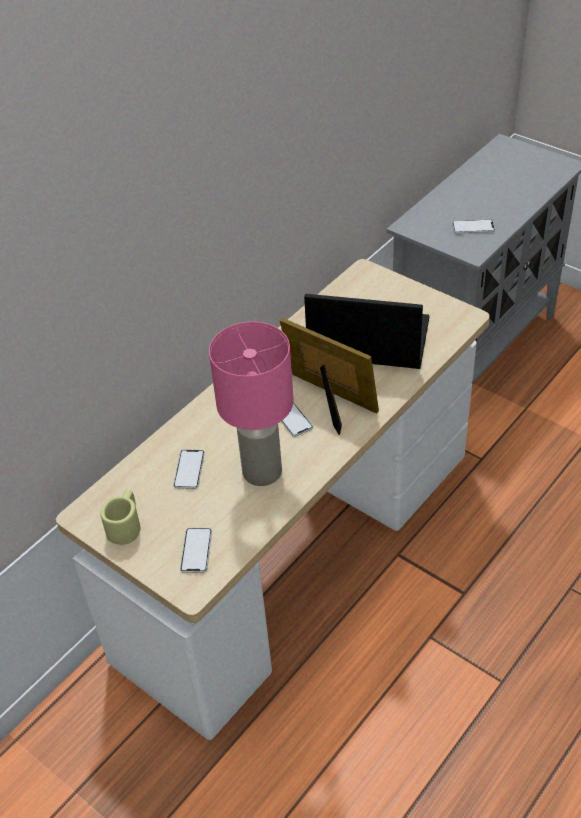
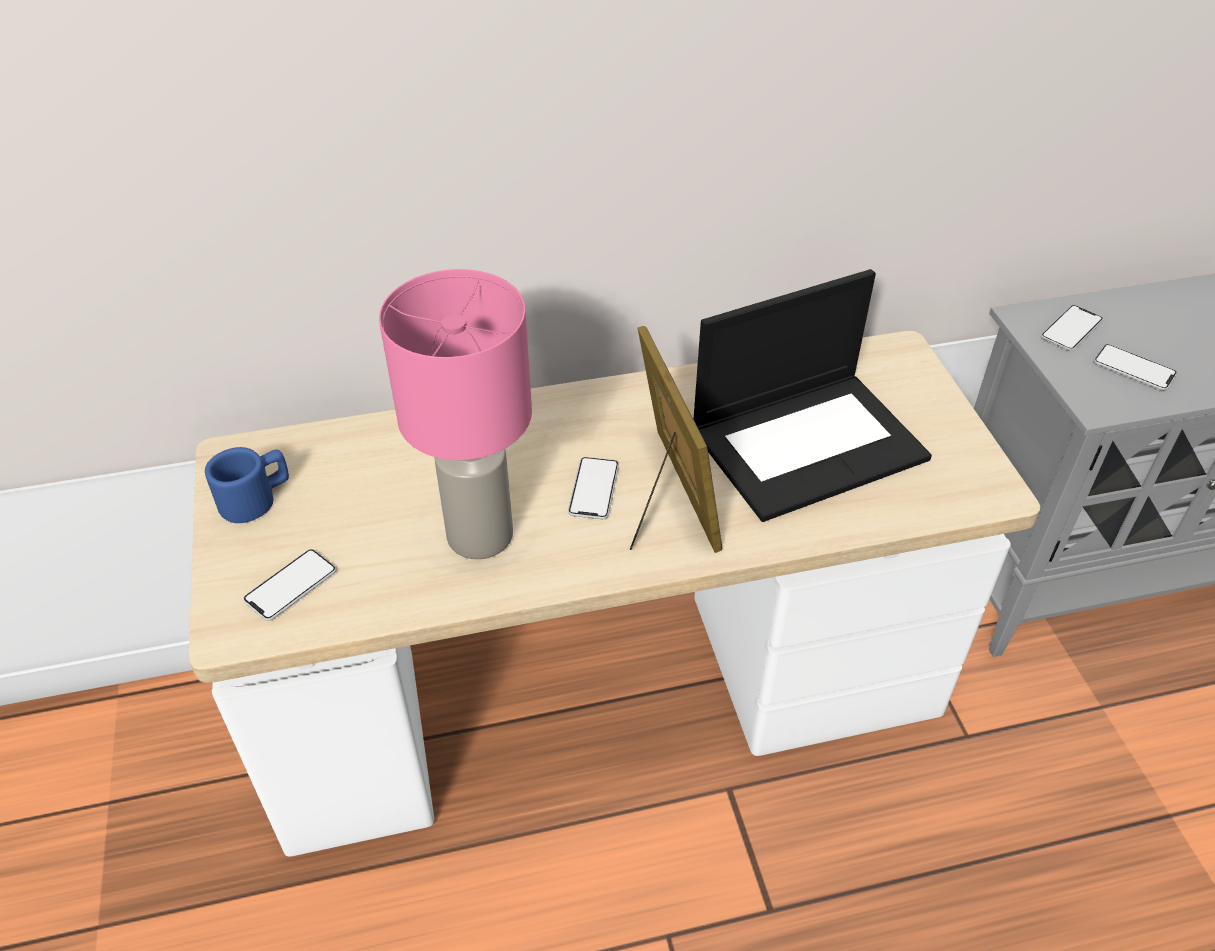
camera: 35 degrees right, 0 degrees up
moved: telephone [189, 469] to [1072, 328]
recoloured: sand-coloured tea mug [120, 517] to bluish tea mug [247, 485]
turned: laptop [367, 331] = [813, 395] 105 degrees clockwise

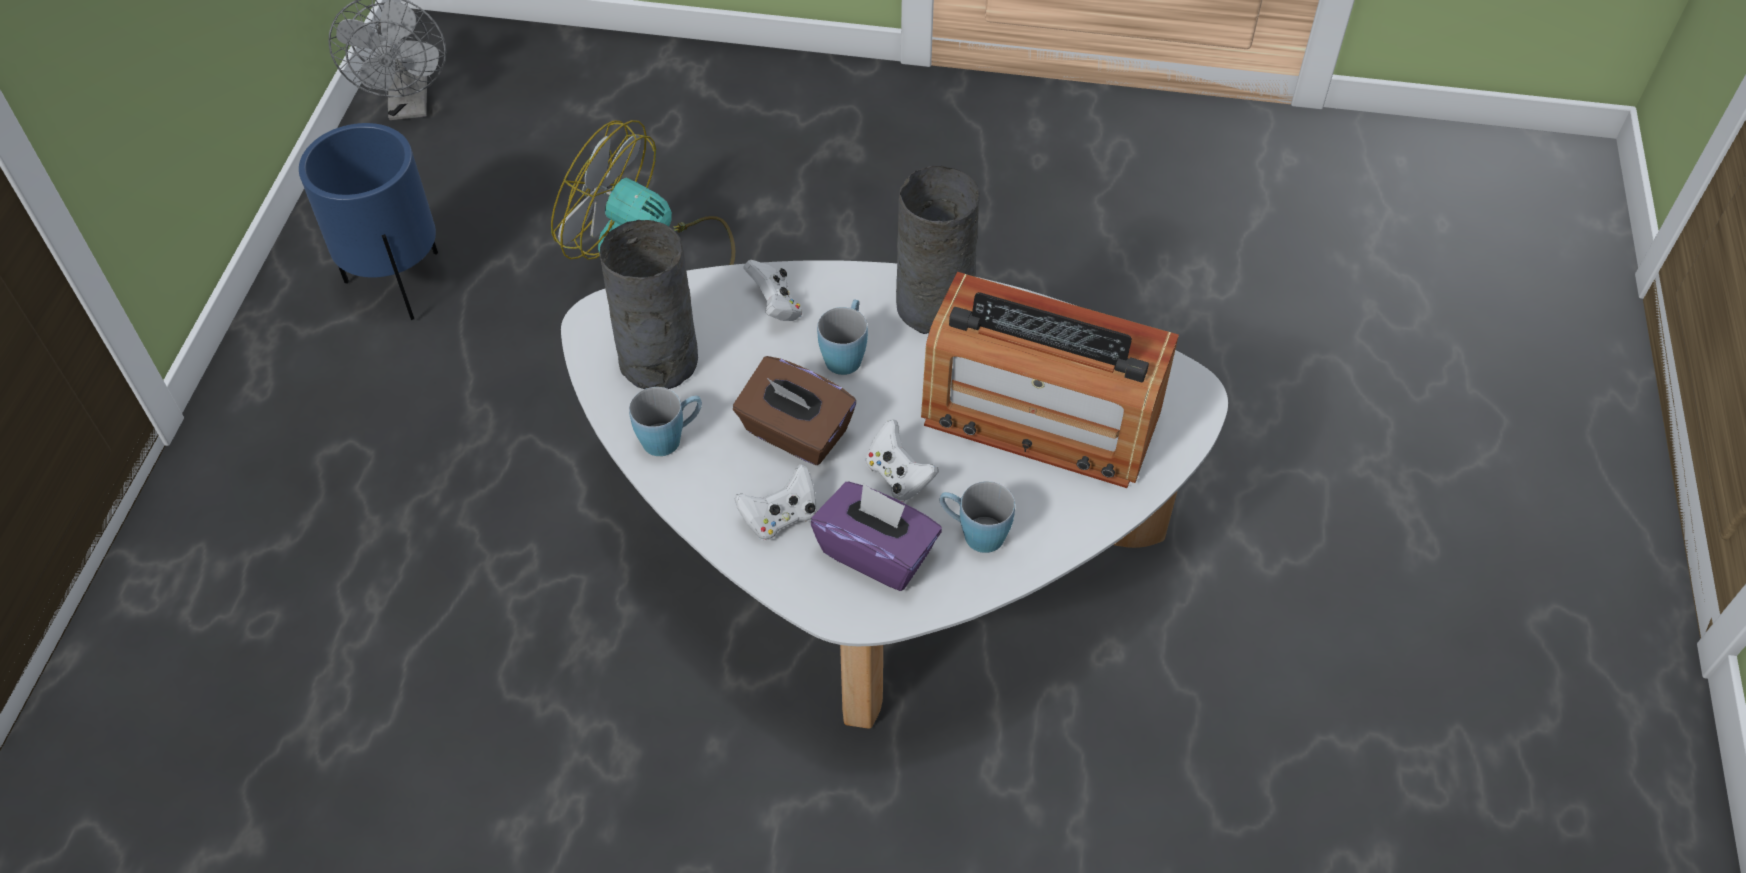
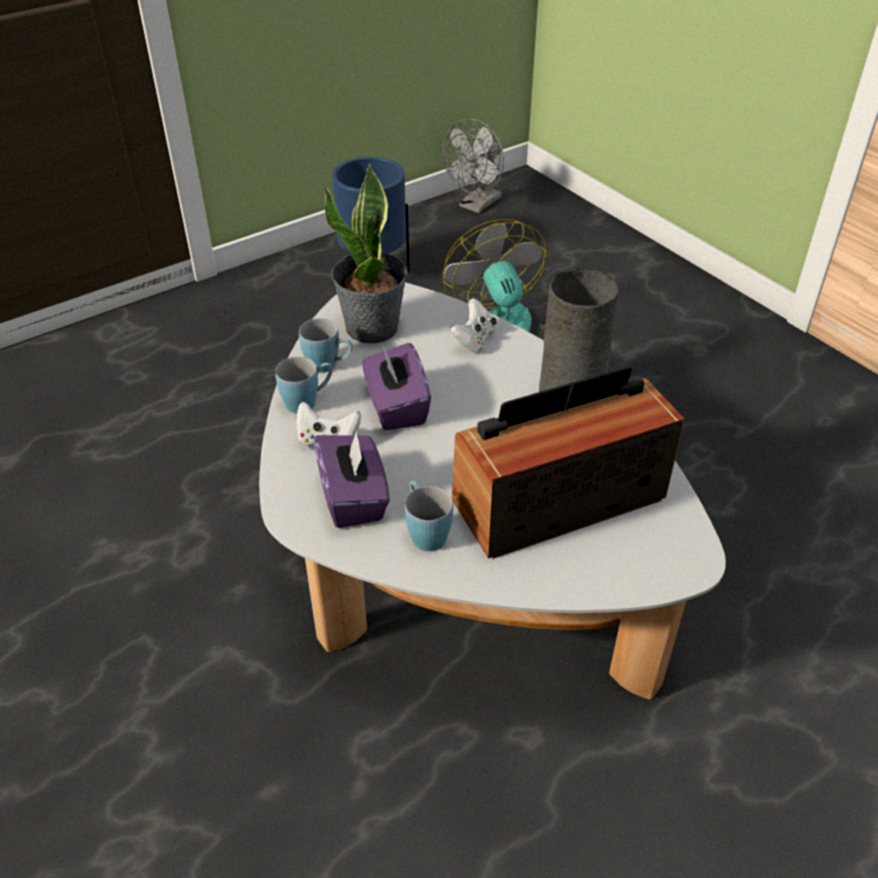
camera: 45 degrees right, 10 degrees down
removed: whitish game controller [902, 460]
moved: bluish tea mug [842, 337] to [304, 385]
replaced: grey vase [648, 304] to plant in a pot [366, 253]
recoloured: brownish tissue holder [794, 410] to purple tissue holder [396, 387]
turned: radio receiver [1050, 380] = [568, 462] 90 degrees clockwise

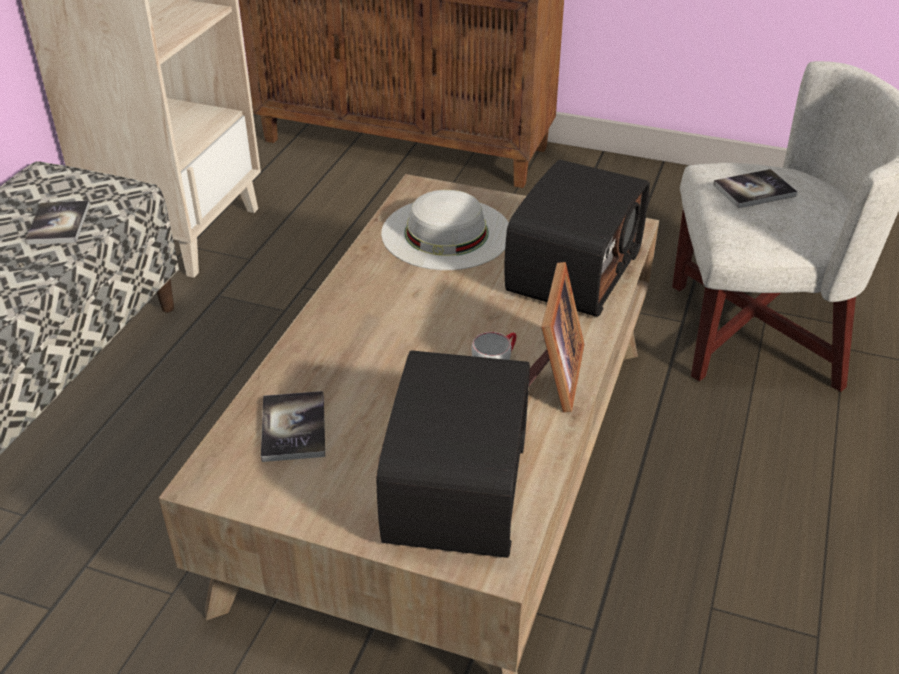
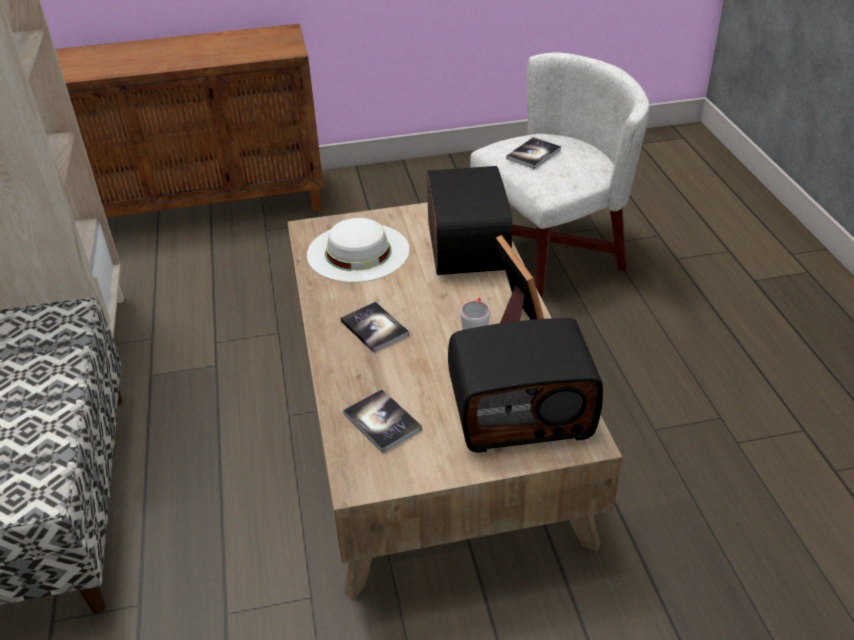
camera: 30 degrees left, 0 degrees up
moved: book [57, 223] to [374, 327]
turned: radio receiver [453, 454] = [525, 385] 105 degrees clockwise

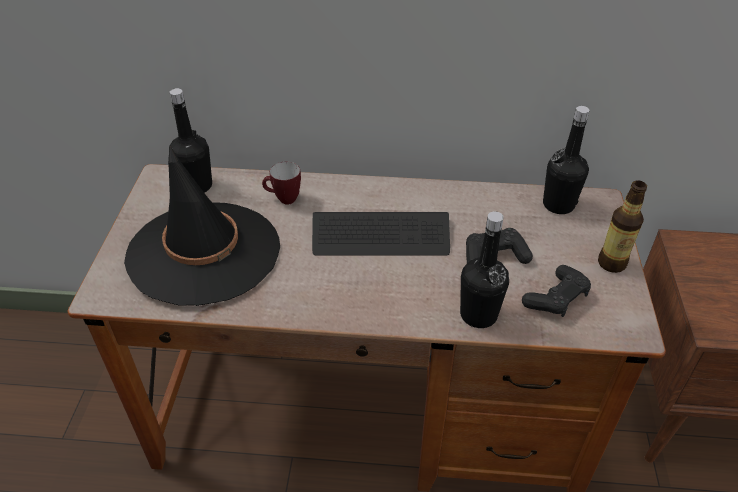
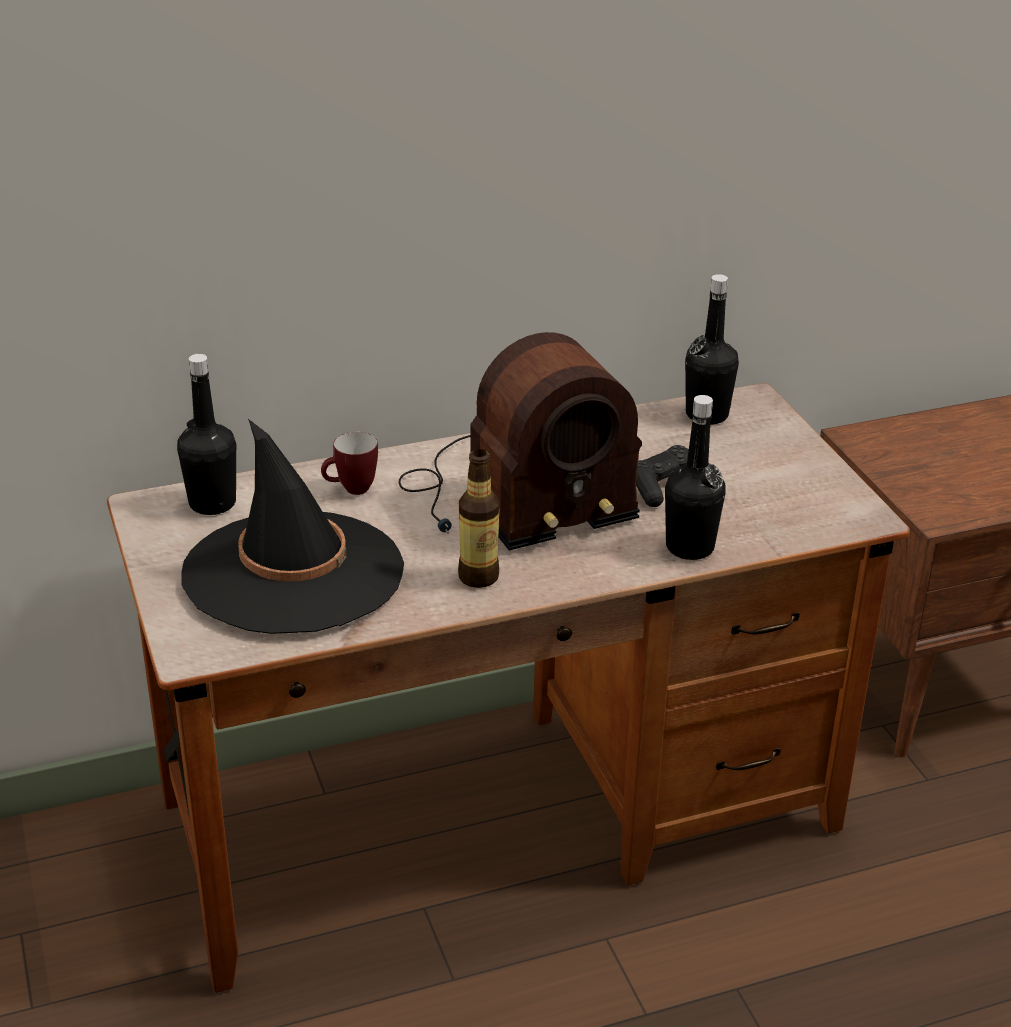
camera: 25 degrees left, 10 degrees down
removed: black game controller [556, 291]
moved: bottle [622, 227] to [479, 518]
replaced: PC keyboard [381, 233] to radio receiver [520, 441]

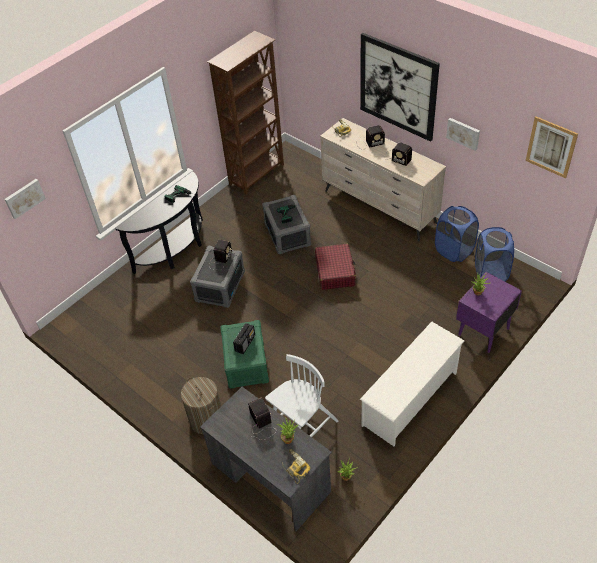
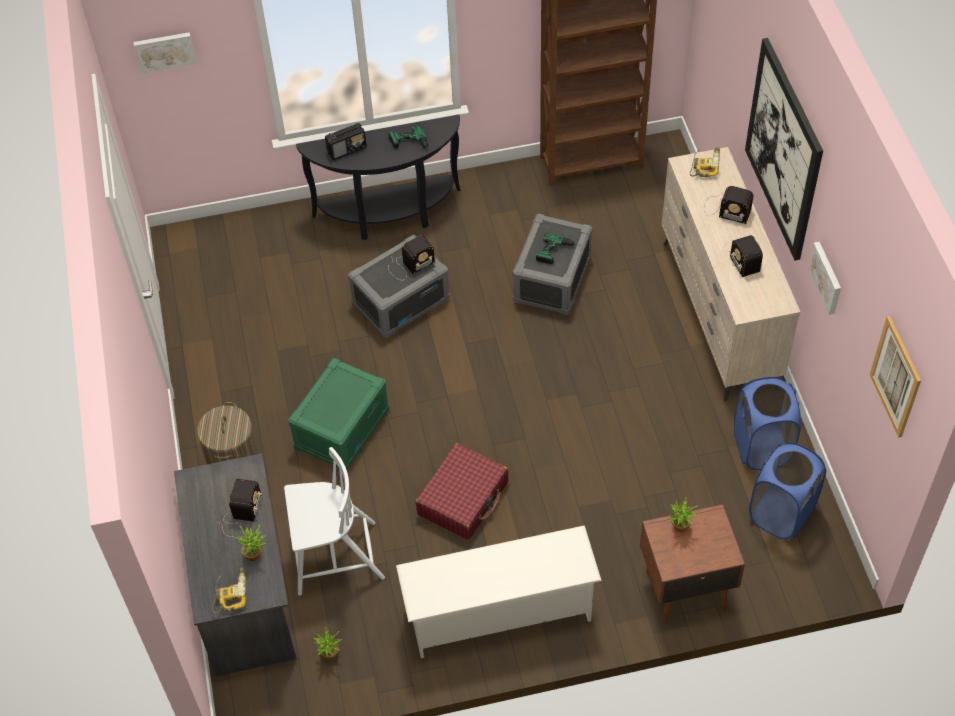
camera: 35 degrees right, 5 degrees up
moved: radio receiver [244, 338] to [346, 141]; reddish suitcase [335, 267] to [462, 491]
recoloured: purple night table [489, 312] to brownish night table [692, 564]

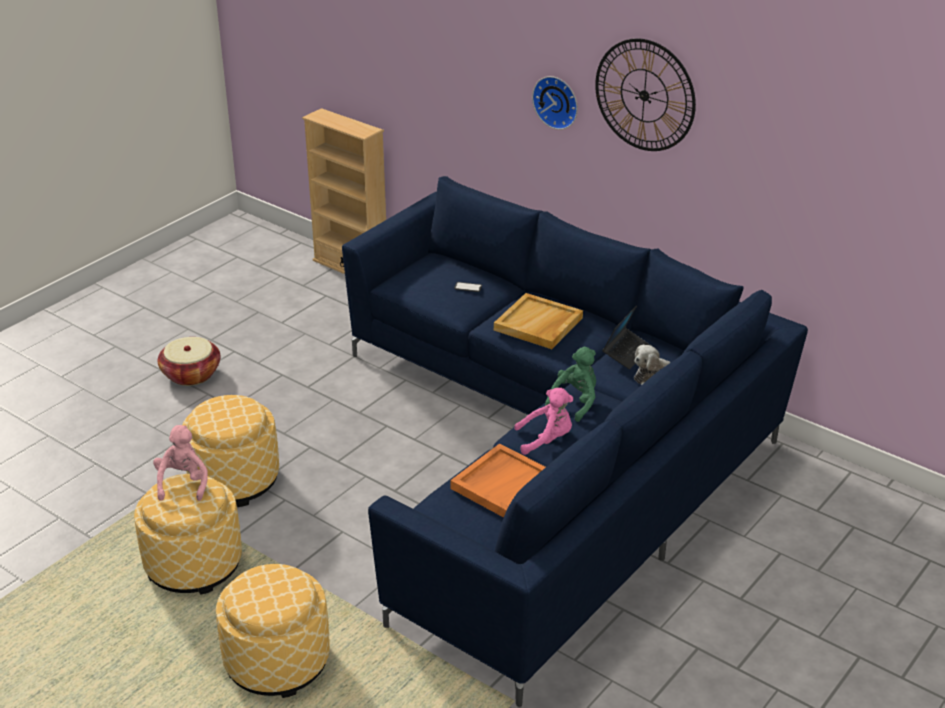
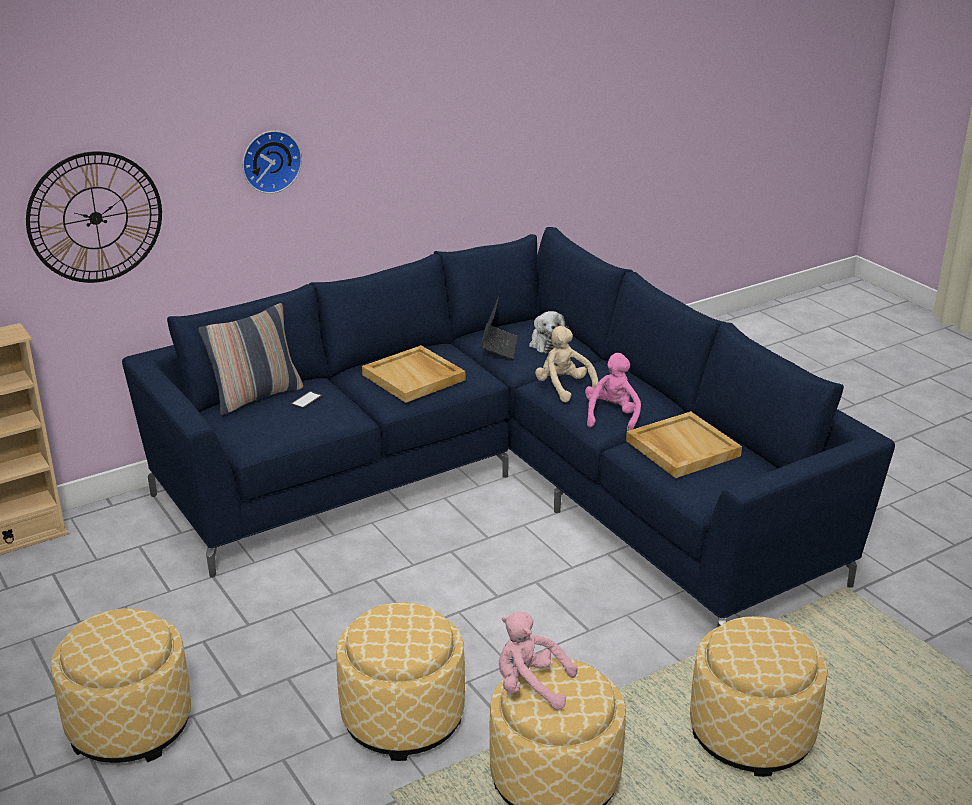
camera: 70 degrees left, 5 degrees down
added: cushion [250, 359]
moved: hanging clock [645, 94] to [94, 217]
replaced: household basket [189, 361] to pouffe [121, 685]
recoloured: orange tray [498, 481] to sand-coloured tray [684, 444]; green cuddly toy [570, 384] to sand-coloured cuddly toy [567, 364]
turned: laptop [626, 338] = [499, 328] 45 degrees clockwise

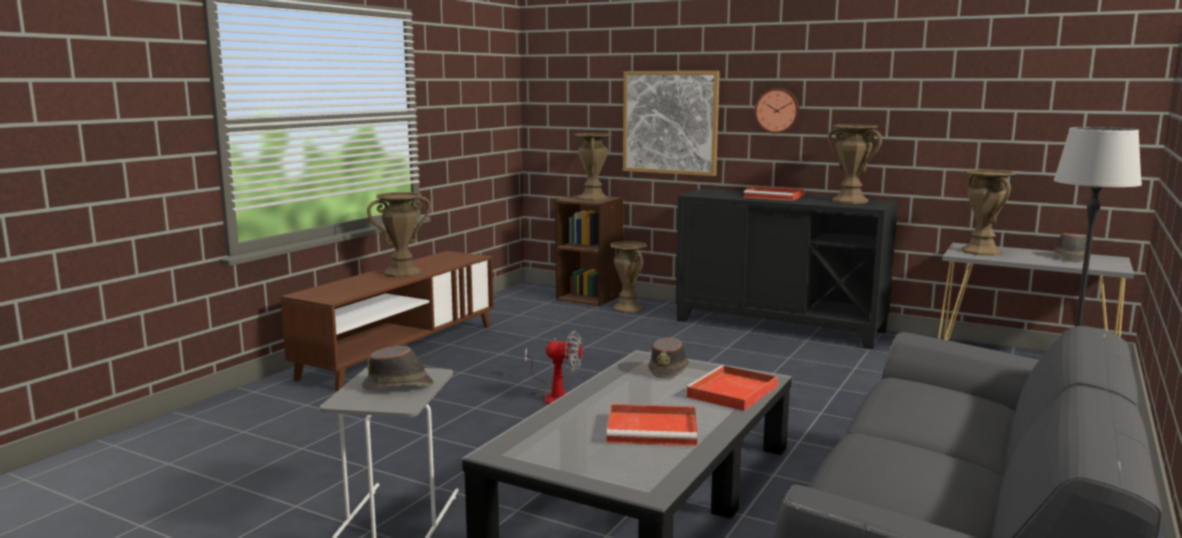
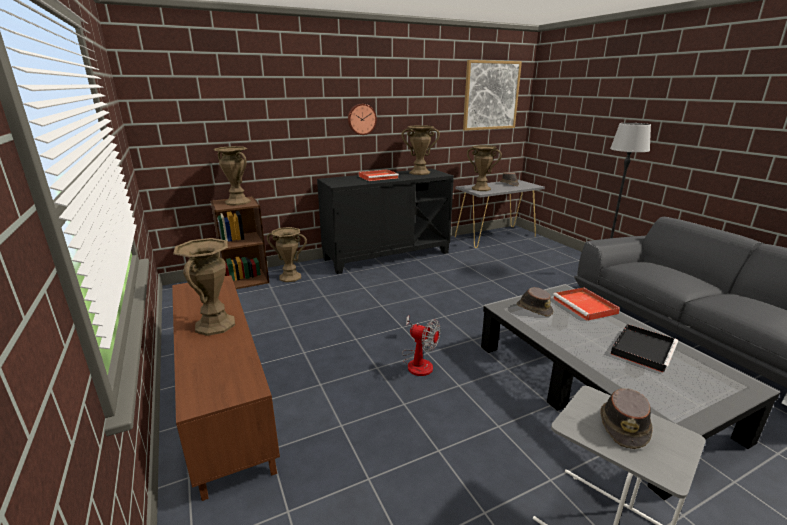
camera: 55 degrees left, 10 degrees up
moved: wall picture [671, 123] to [492, 95]
recoloured: reddish tray [652, 425] to black tray [644, 348]
turned: electric fan [553, 368] = [421, 346] 75 degrees clockwise

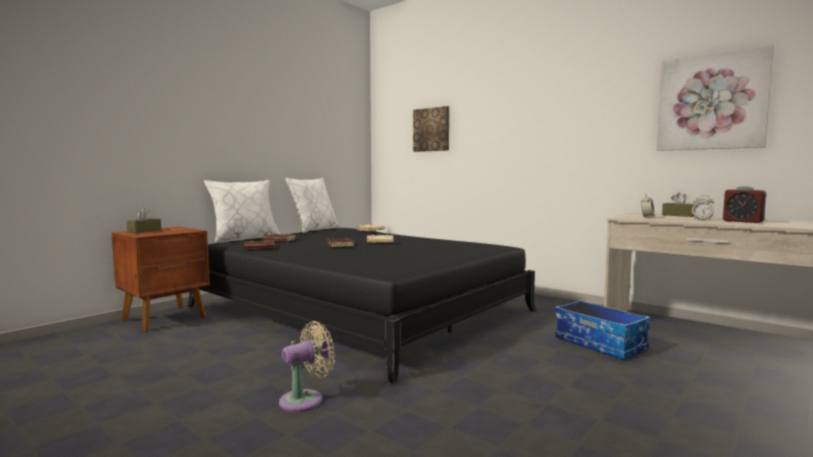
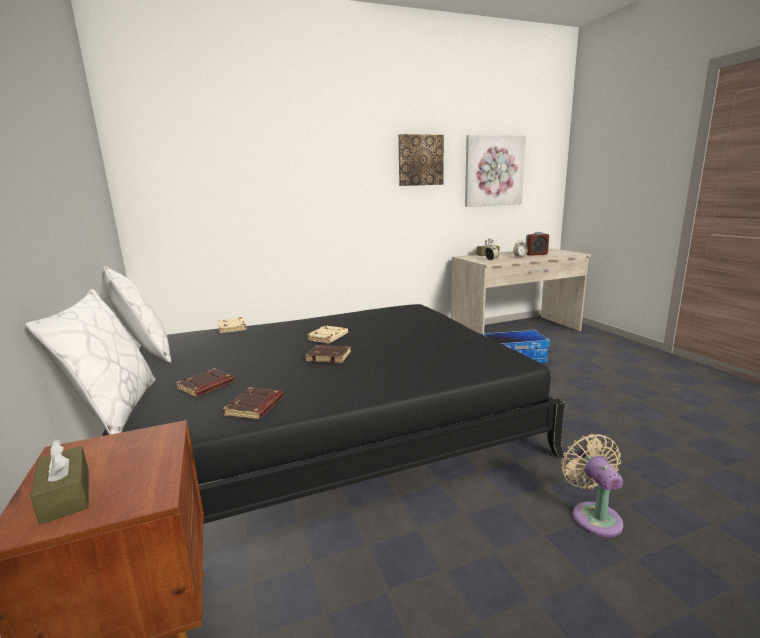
camera: 60 degrees left, 10 degrees up
moved: wall picture [431, 129] to [421, 160]

